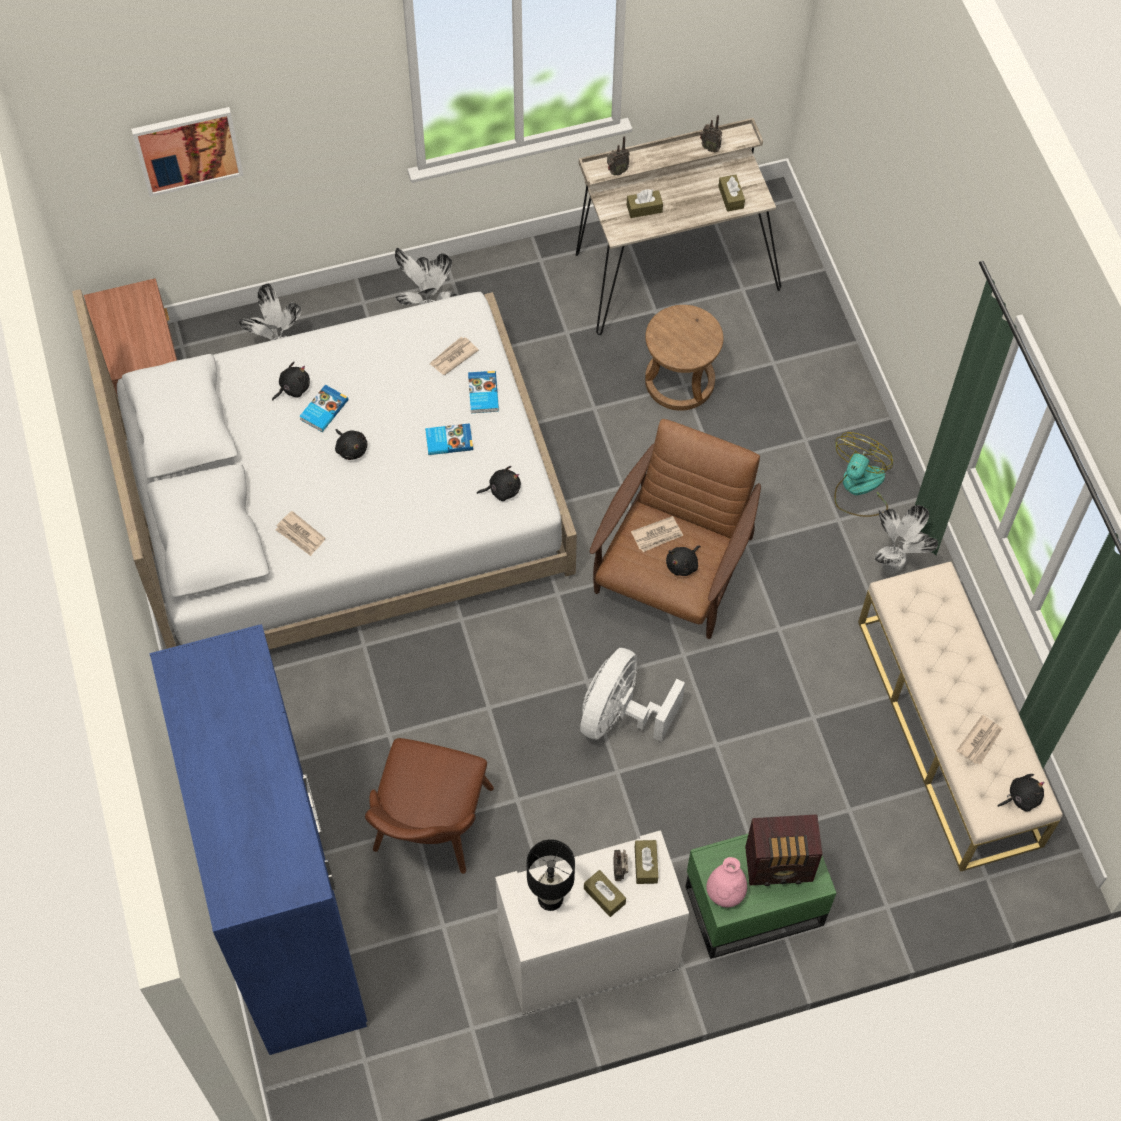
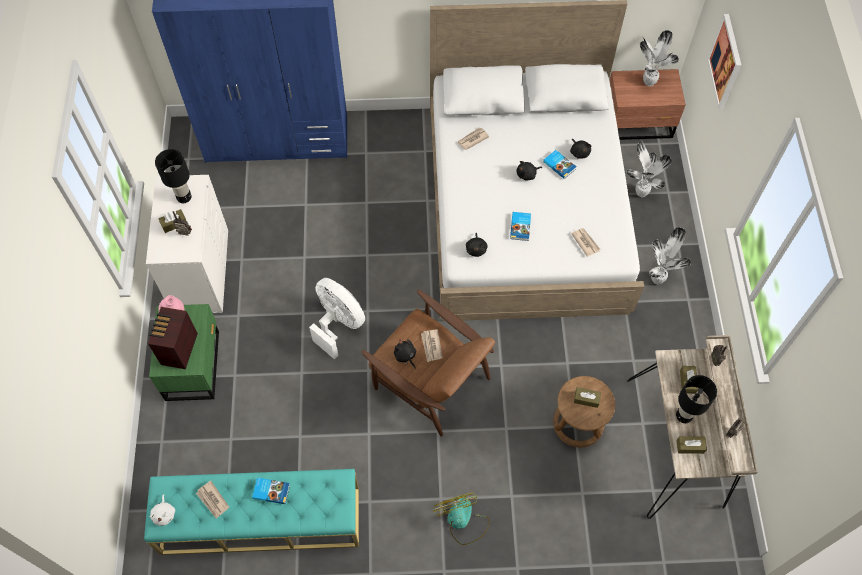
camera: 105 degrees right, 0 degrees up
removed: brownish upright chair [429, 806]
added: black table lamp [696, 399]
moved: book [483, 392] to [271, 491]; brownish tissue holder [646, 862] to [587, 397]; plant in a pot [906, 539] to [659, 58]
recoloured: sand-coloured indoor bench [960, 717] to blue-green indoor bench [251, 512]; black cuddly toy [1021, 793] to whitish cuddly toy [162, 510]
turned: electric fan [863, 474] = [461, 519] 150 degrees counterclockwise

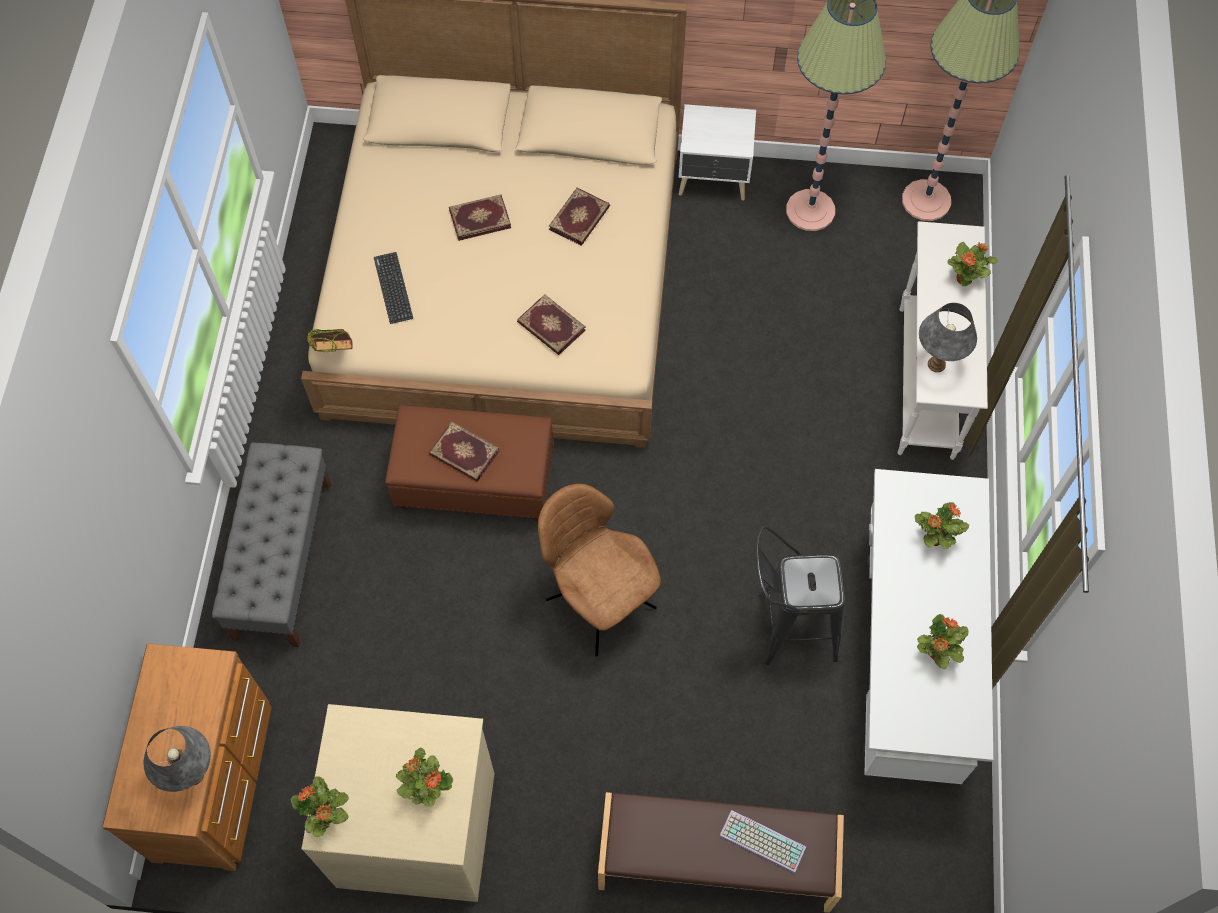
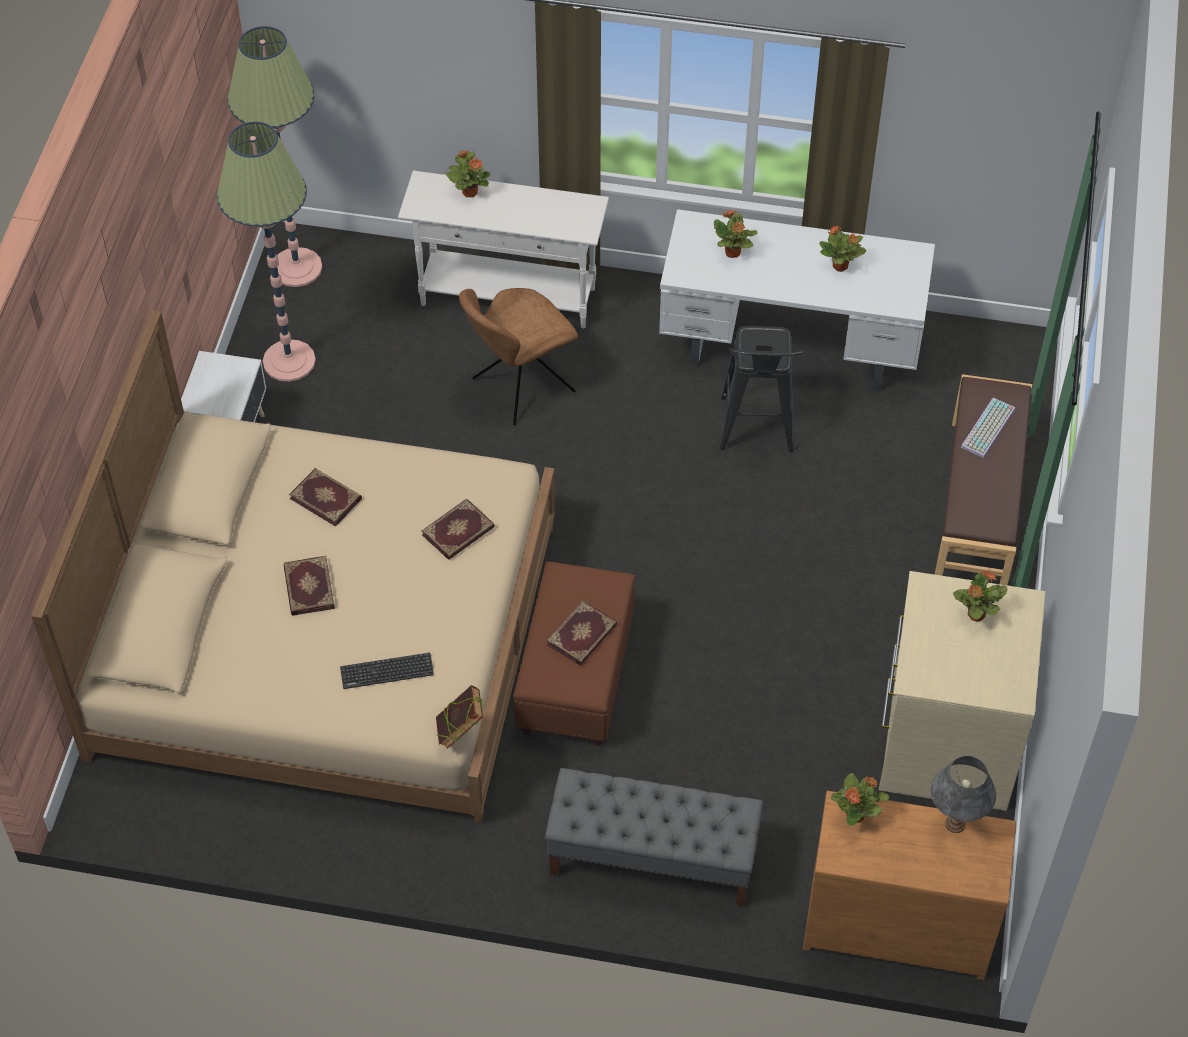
camera: 85 degrees left, 10 degrees down
removed: grey table lamp [948, 337]
moved: plant in a pot [320, 806] to [860, 799]; brownish upright chair [599, 570] to [518, 356]

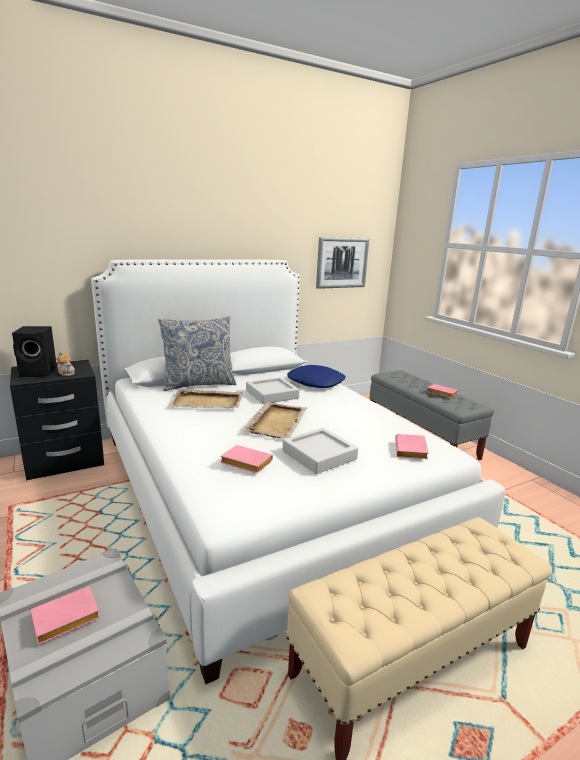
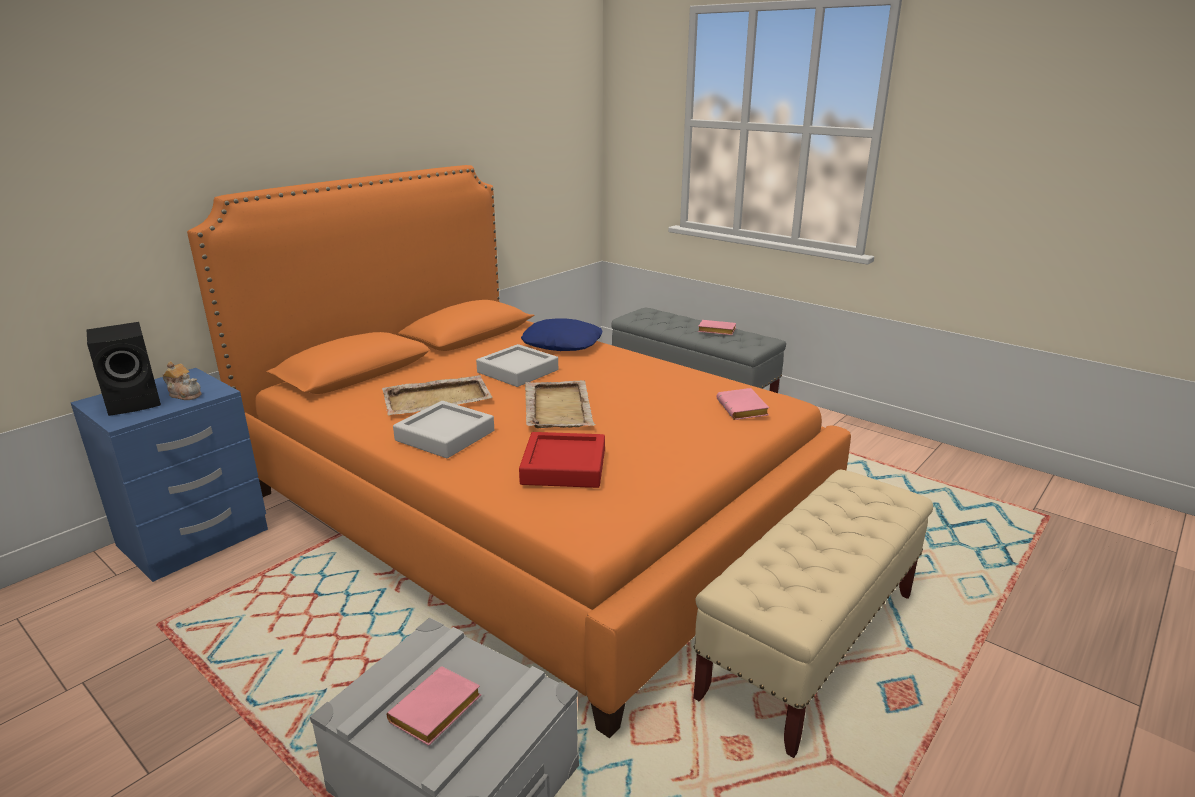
camera: 20 degrees left, 5 degrees up
removed: cushion [197, 353]; wall picture [342, 263]
moved: grey tray [320, 451] to [443, 429]
replaced: pink-coloured book [246, 459] to reddish tray [562, 460]
recoloured: black night table [57, 420] to bluish night table [169, 475]; whitish sleeping bed [298, 471] to orange sleeping bed [519, 451]

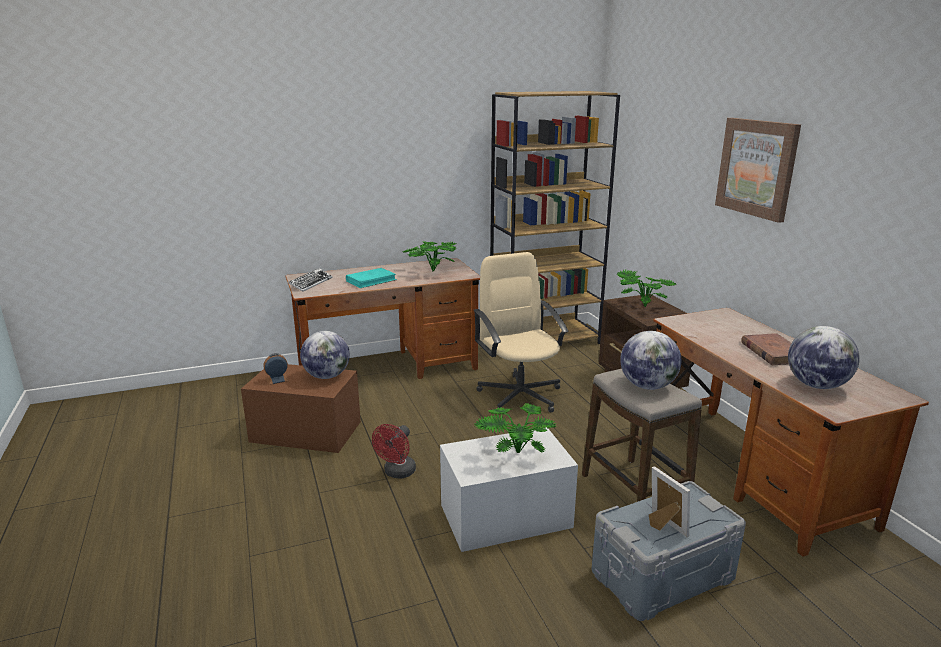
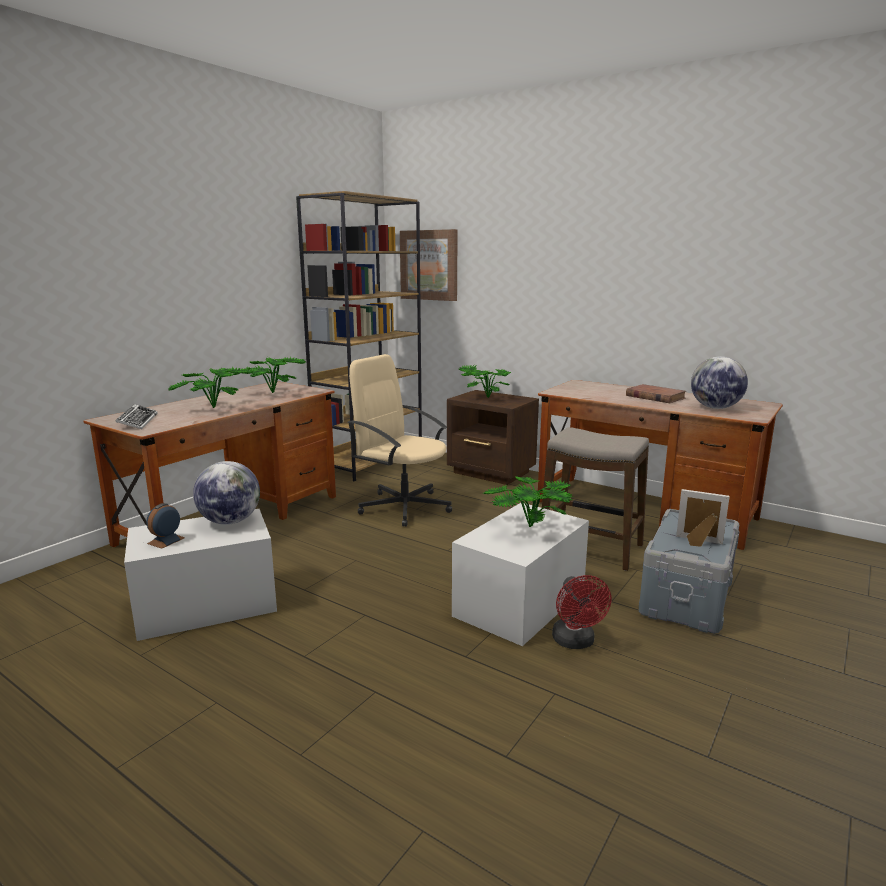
camera: 35 degrees left, 5 degrees down
removed: desk globe [650, 360]
moved: reddish electric fan [394, 451] to [581, 612]; wall picture [758, 170] to [429, 265]
replaced: blue-green book [371, 278] to plant in a pot [210, 387]
recoloured: brownish storage box [301, 408] to whitish storage box [200, 575]

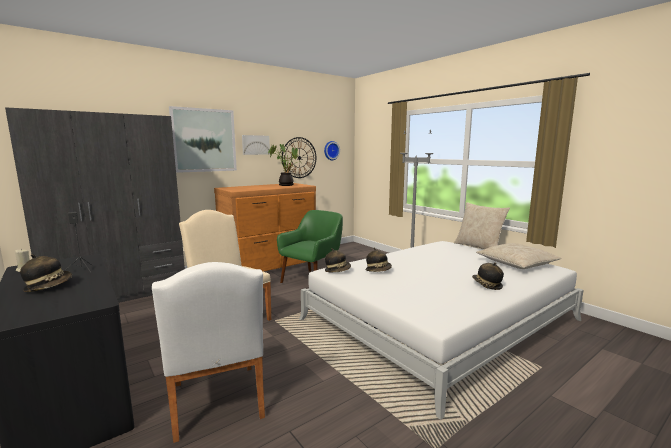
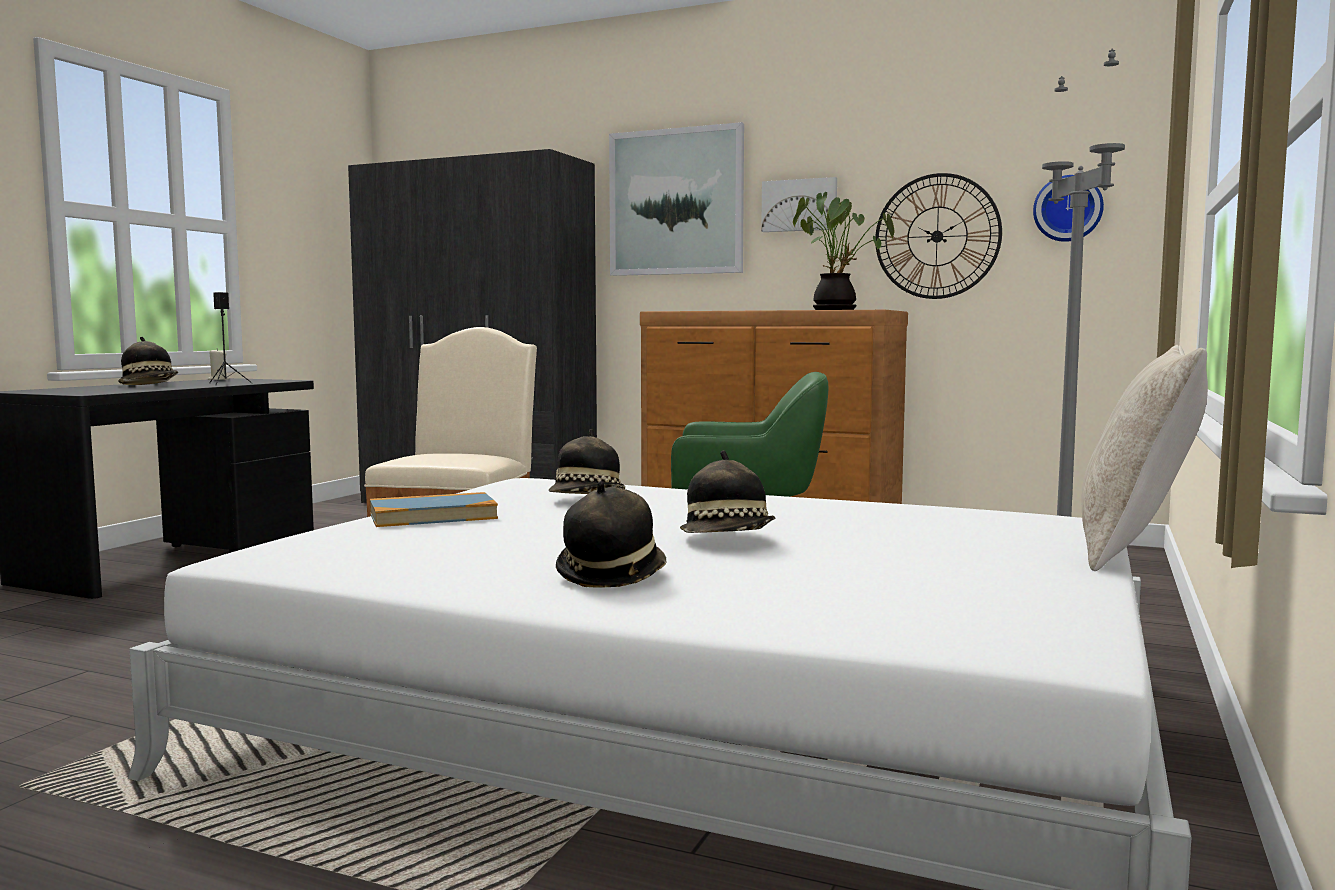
camera: 60 degrees right, 5 degrees down
removed: whitish upright chair [208, 352]; sand-coloured cushion [518, 256]
added: book [434, 509]
moved: clothing hat [338, 260] to [727, 491]

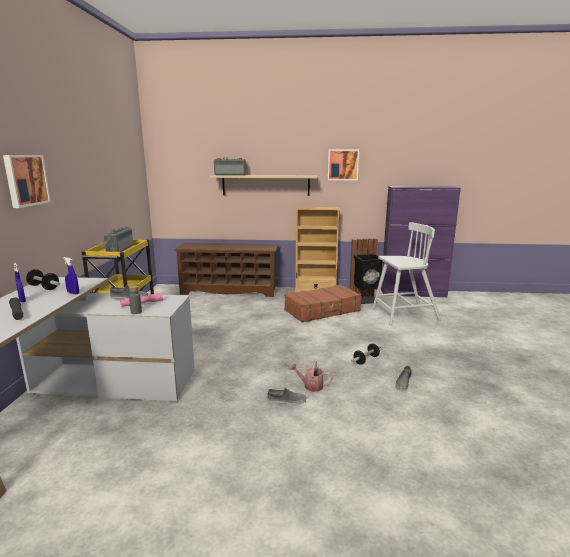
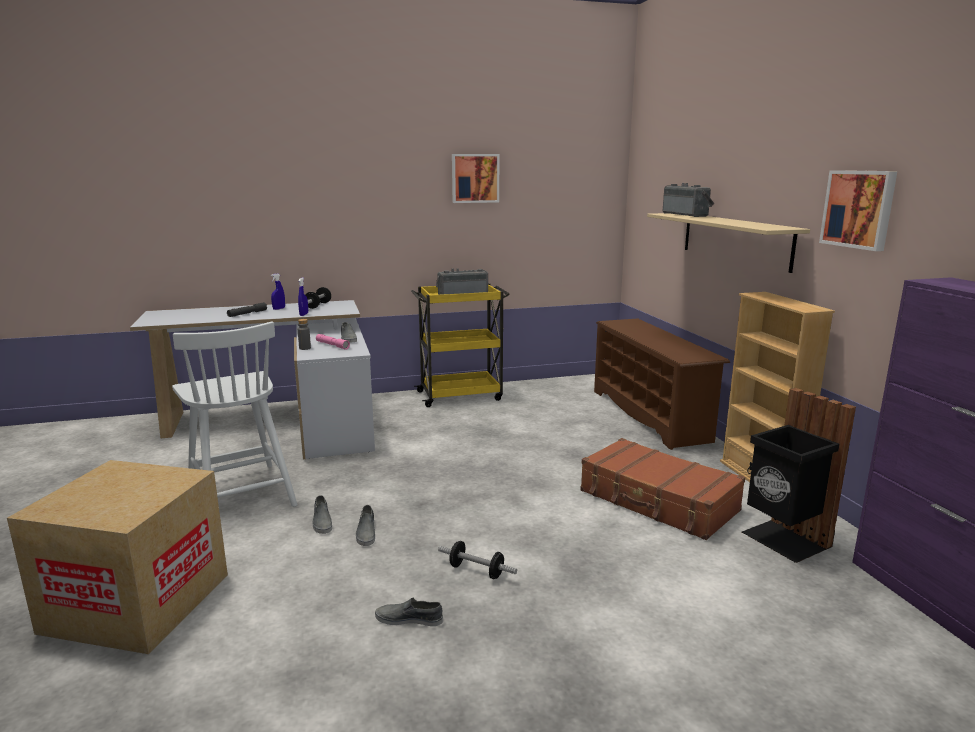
camera: 70 degrees right, 0 degrees up
added: carton [117, 557]
moved: wall picture [27, 181] to [475, 178]; whitish upright chair [406, 273] to [235, 414]
replaced: sprinkling can [311, 376] to grey item of footwear [365, 525]

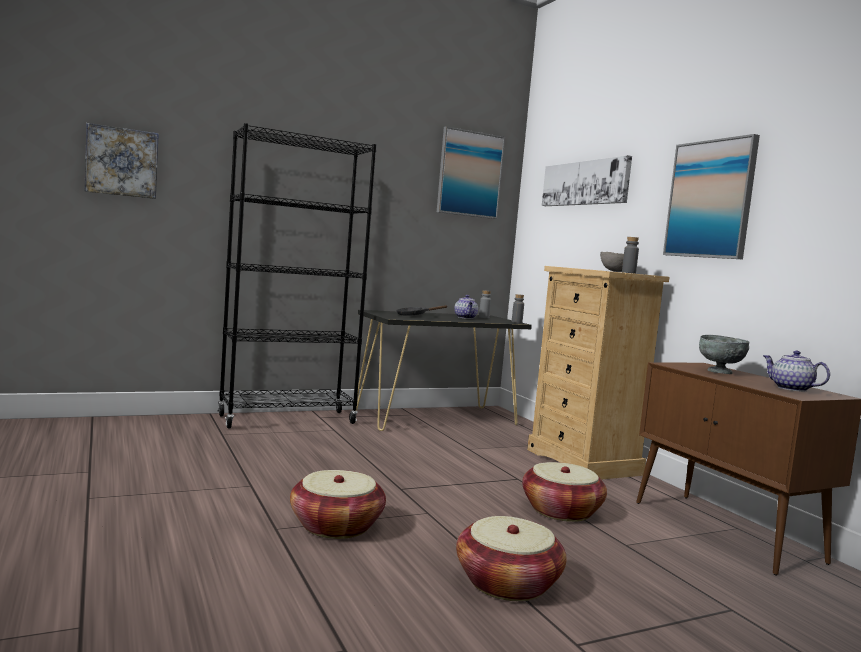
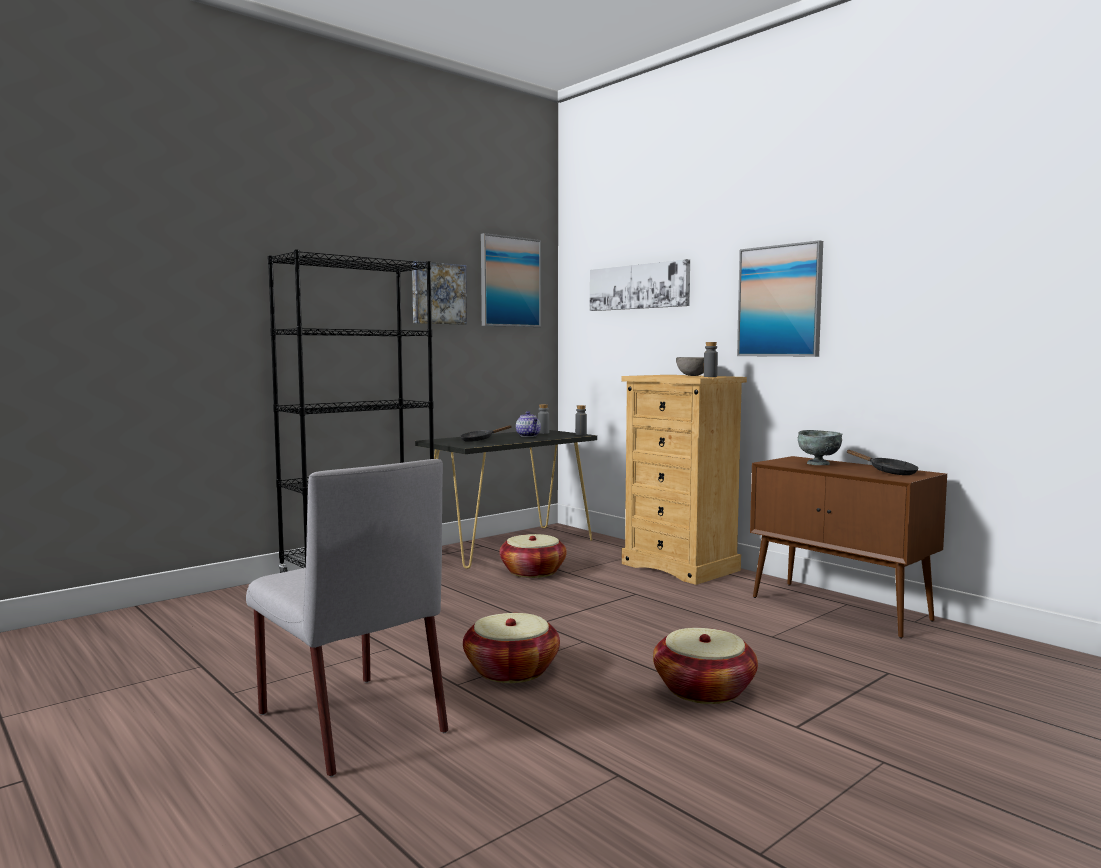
camera: 15 degrees left, 0 degrees up
added: grey upright chair [347, 618]
moved: wall picture [122, 161] to [439, 293]; household basket [564, 492] to [533, 556]
replaced: pot for tea [796, 371] to black frying pan [882, 462]

